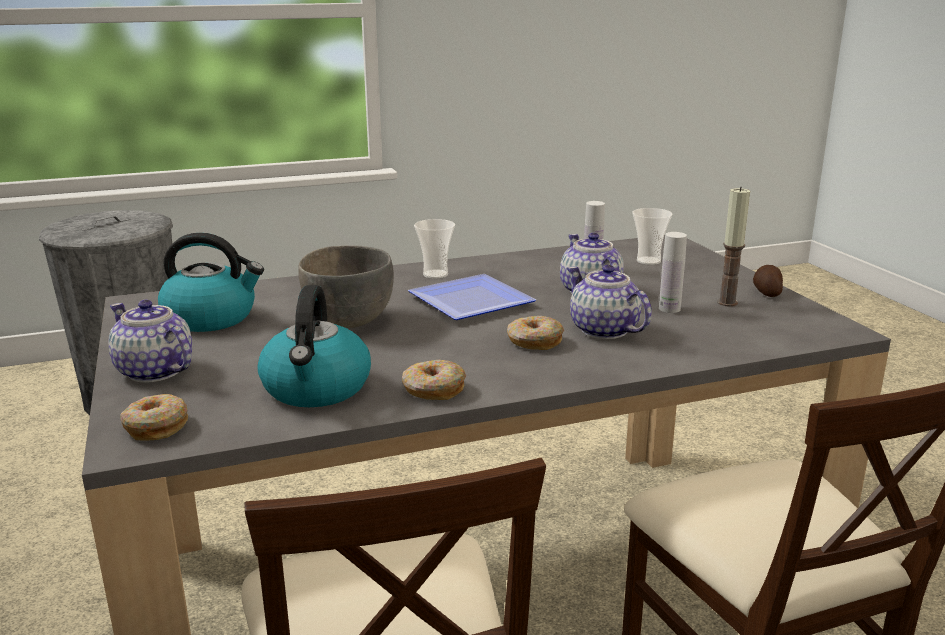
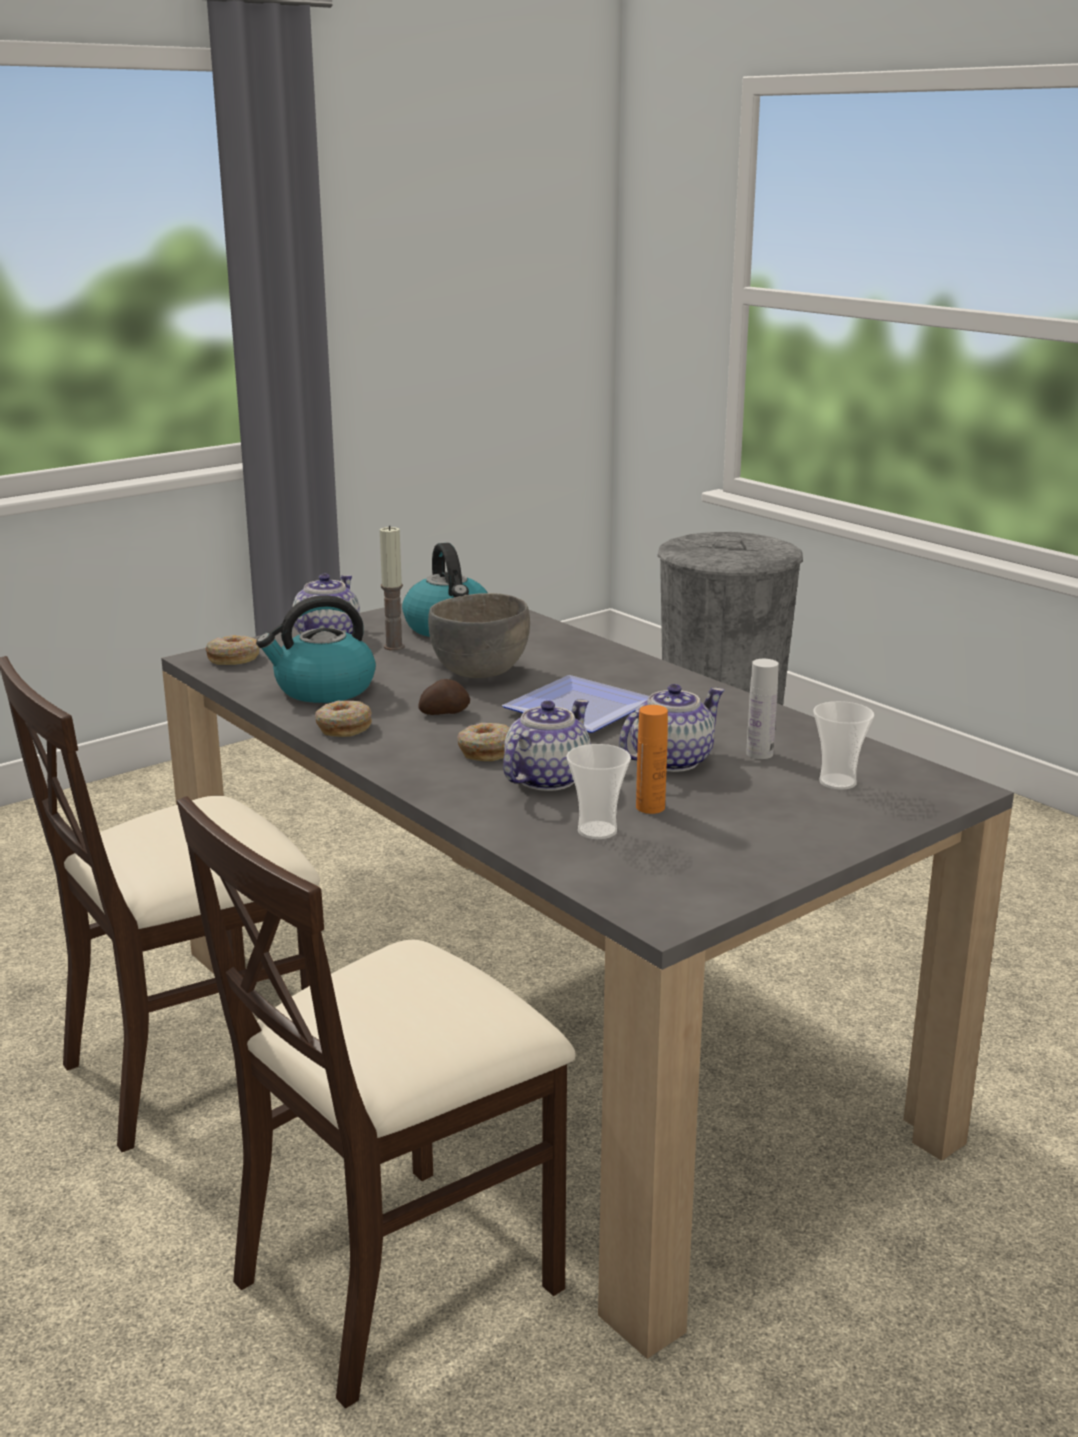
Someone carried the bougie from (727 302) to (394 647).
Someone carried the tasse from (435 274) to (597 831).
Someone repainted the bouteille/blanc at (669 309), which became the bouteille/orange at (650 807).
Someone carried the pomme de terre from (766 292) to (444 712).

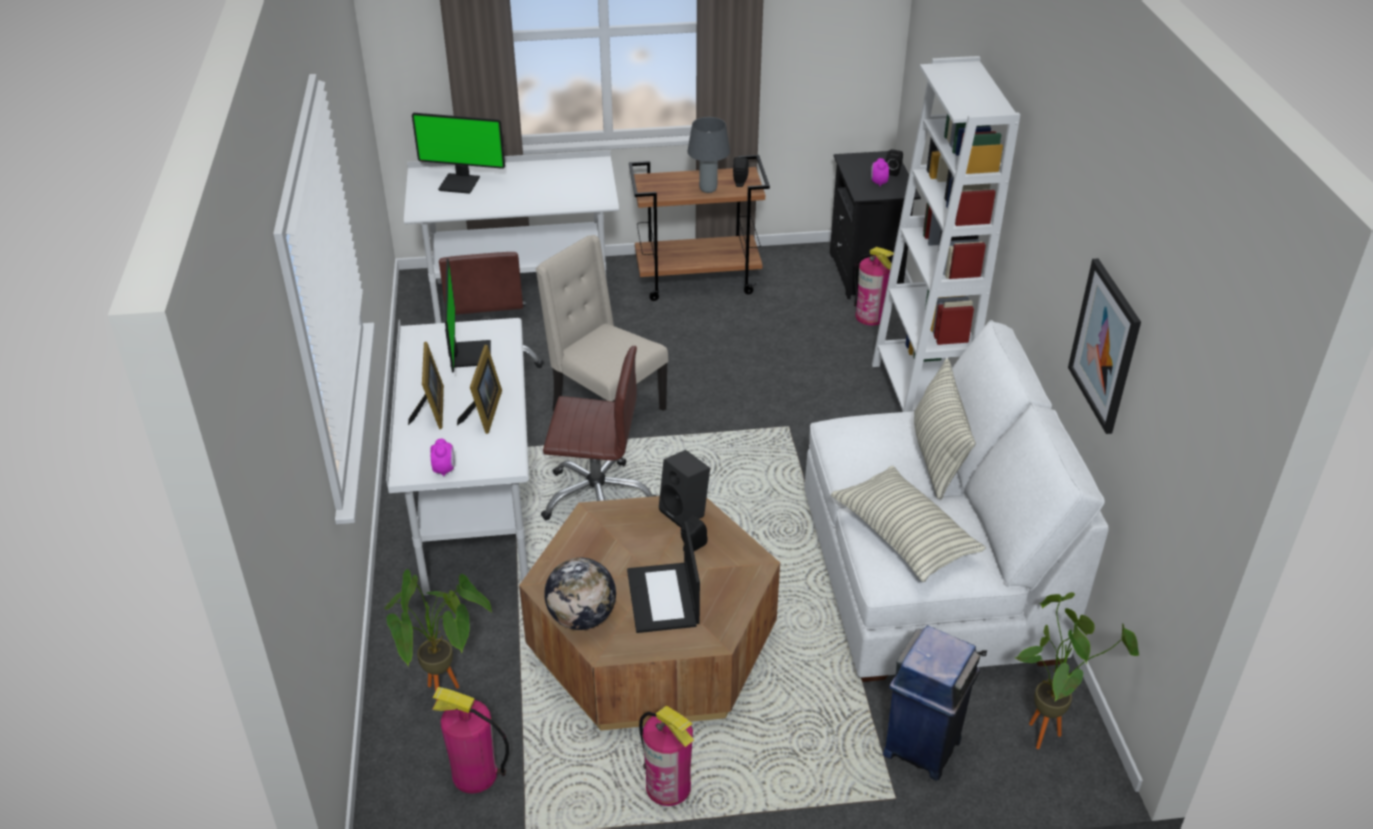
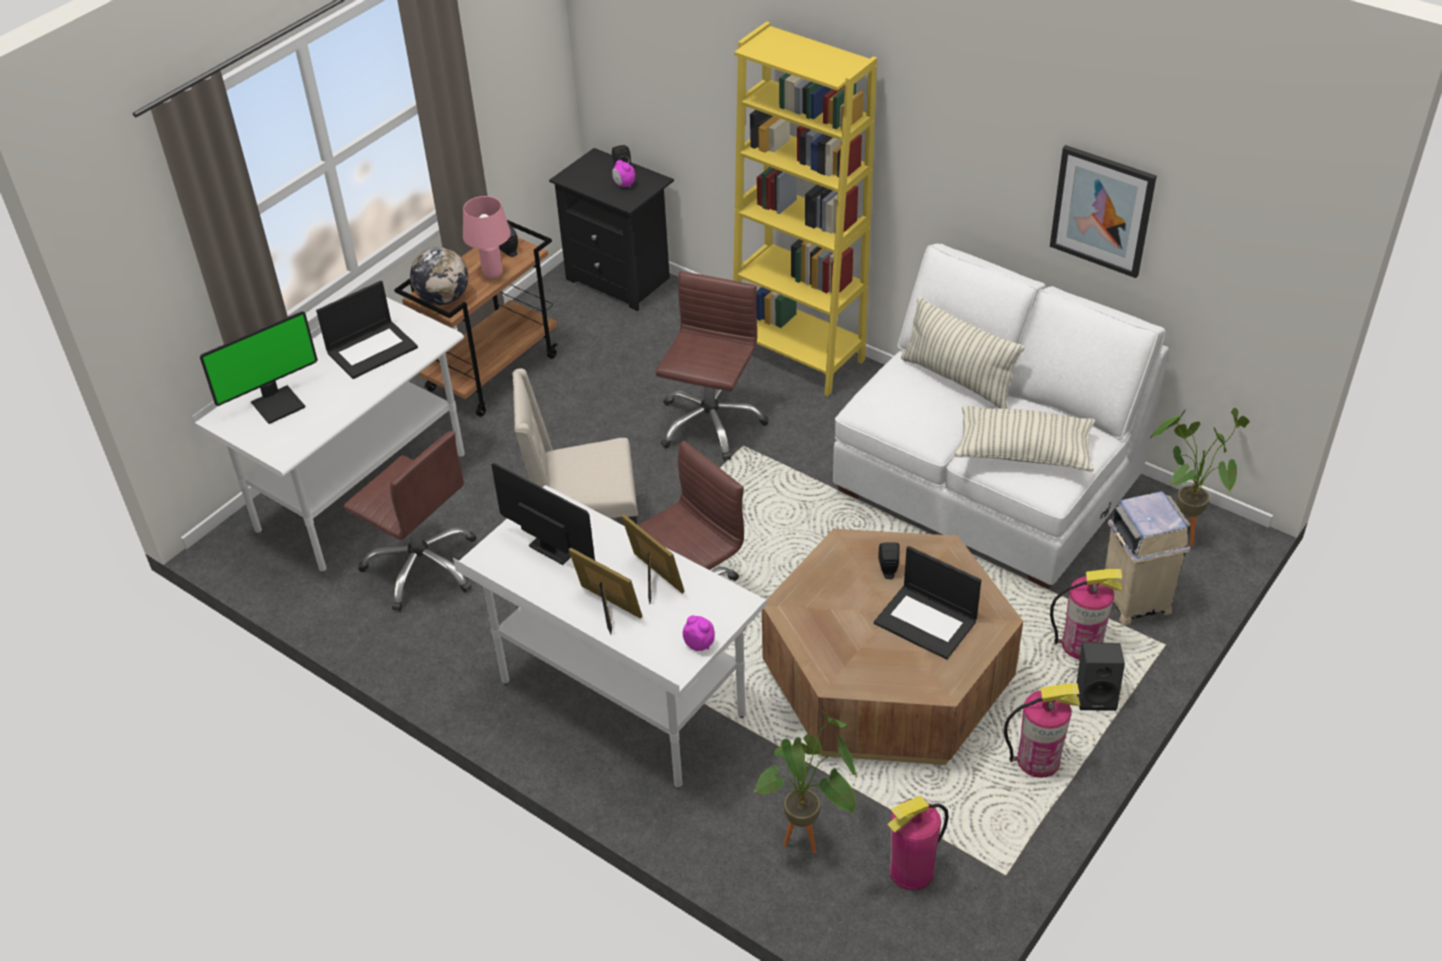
Someone repainted the bibliothèque/blanc at (917 396), which became the bibliothèque/jaune at (798 356).
Someone repainted the lampe de table/gris at (708 190), which became the lampe de table/rose at (493 274).
Someone carried the extincteur from (870 316) to (1081 645).
Someone carried the enceinte/noir from (685 512) to (1096 696).
Someone carried the globe from (582 618) to (443 299).
Someone repainted the poubelle/bleu at (922 746), which became the poubelle/beige at (1135 599).
Someone put down the chaise de bureau/marron at (710 423).
Someone put down the ordinateur portable at (372 349).

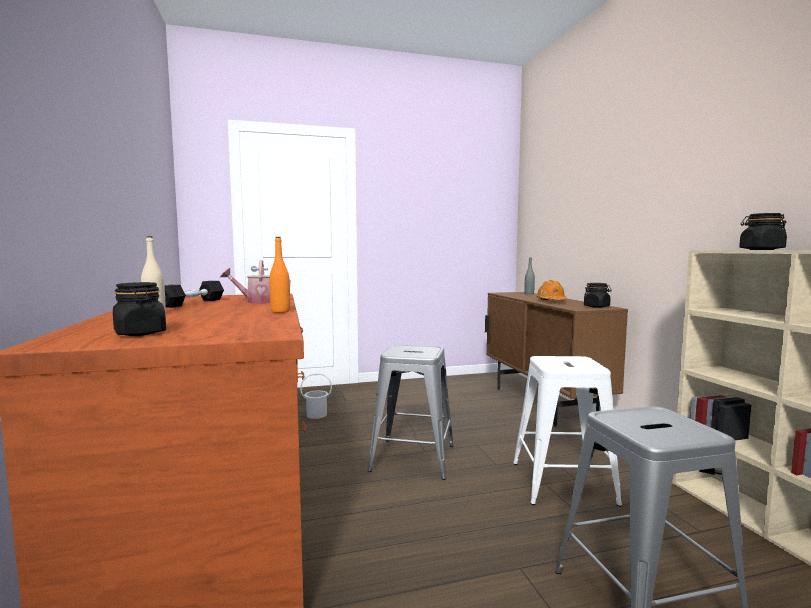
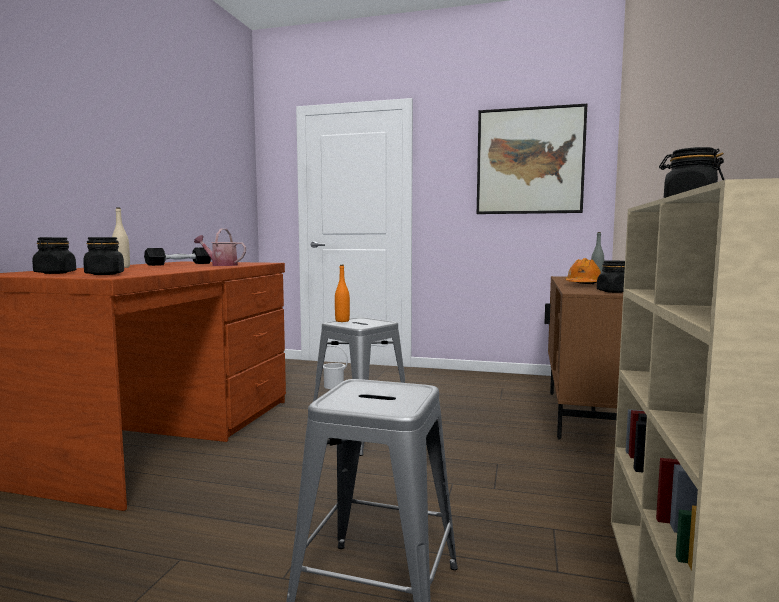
Someone carried the bouteille/orange from (280 311) to (342 321).
Someone took away the tabouret/blanc at (562 482).
Someone put up the tableau at (529 161).
Someone put down the bocal/noir at (105 274).

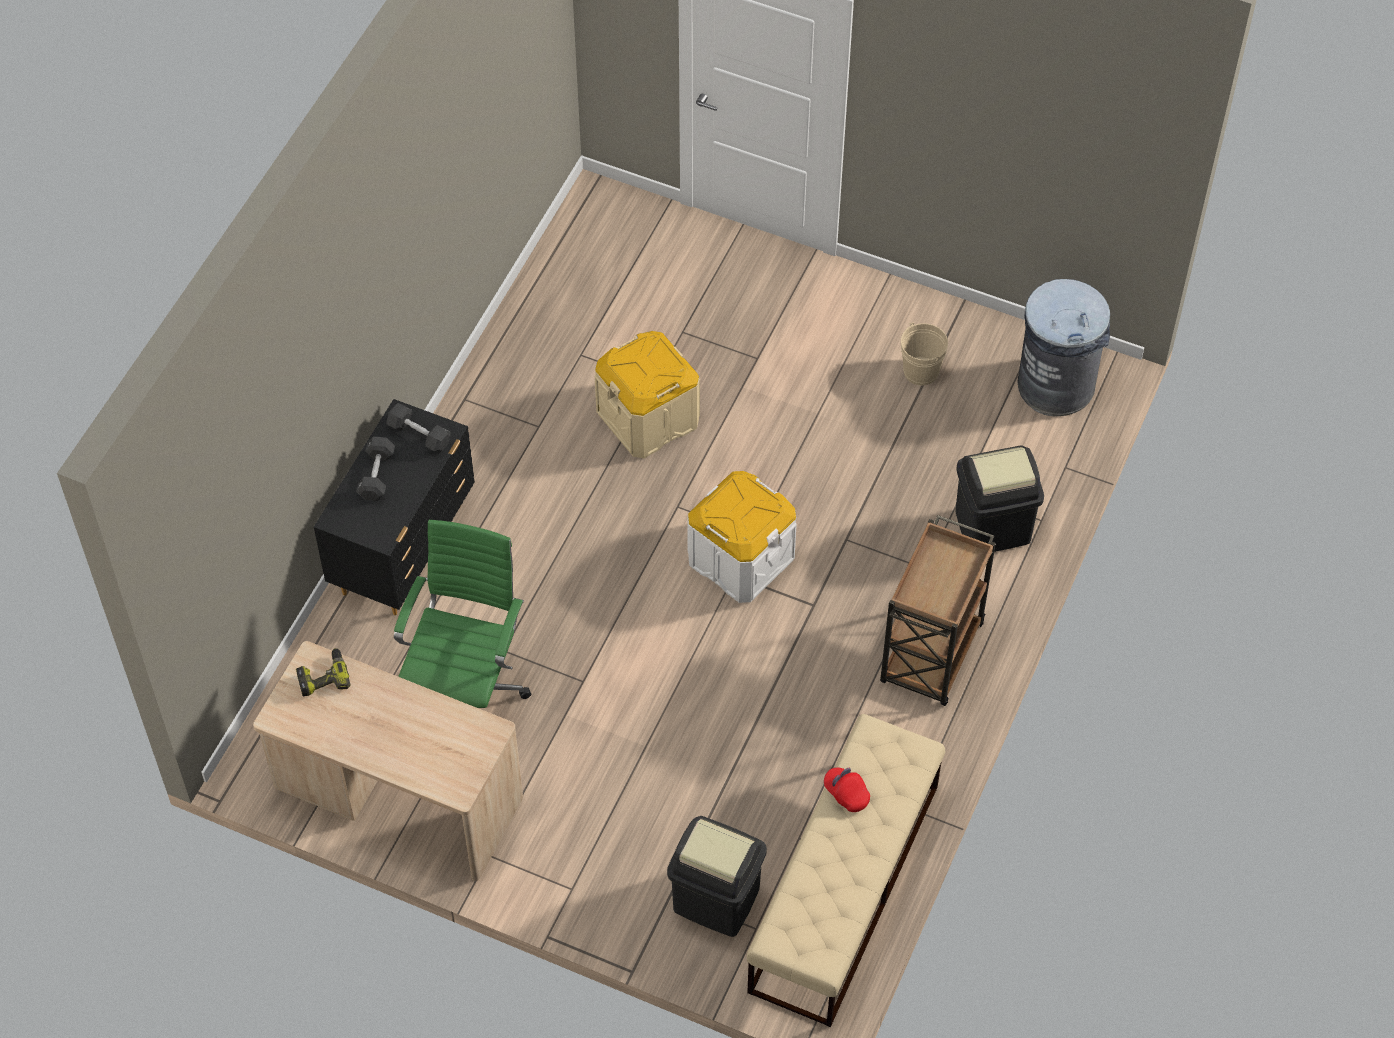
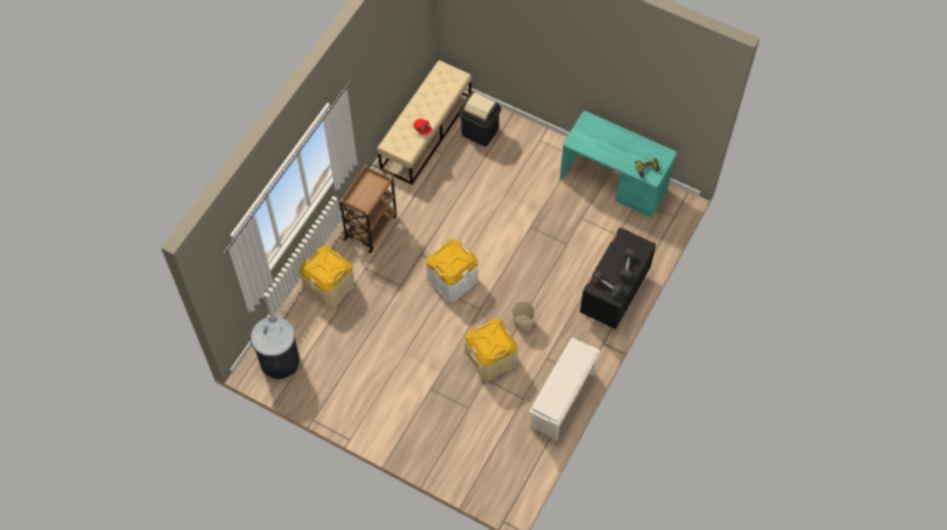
Someone carried the seau/beige from (921 371) to (523 323).
Someone swapped the poubelle/noir at (992 527) for the boîte de rangement/beige at (329 286).
Someone took away the chaise de bureau/vert at (467 693).
Someone repainted the bureau/beige at (397 797), which became the bureau/turquoise at (614 183).
Someone put down the étagère à chaussures/blanc at (562 401).

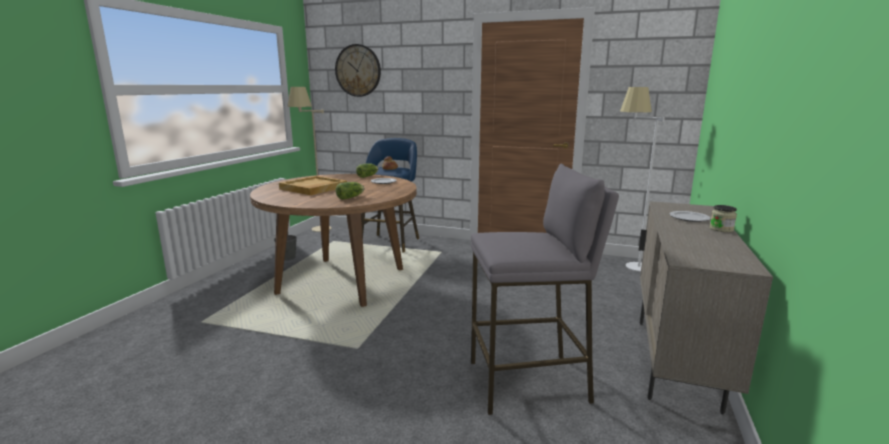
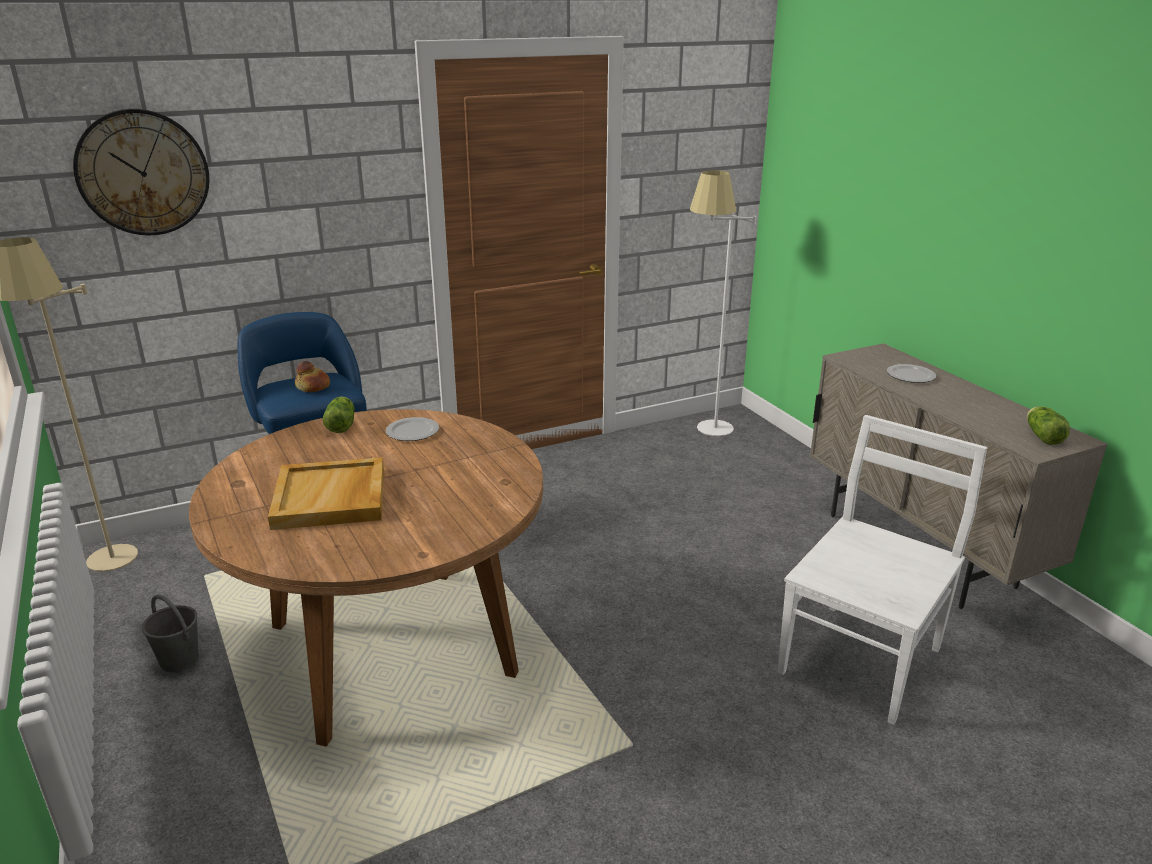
Someone swapped the tabouret/gris at (529 382) for the chaise/blanc at (862 658).
Someone carried the laitue from (351 197) to (1042 435).
Someone took away the bocal at (721 229).

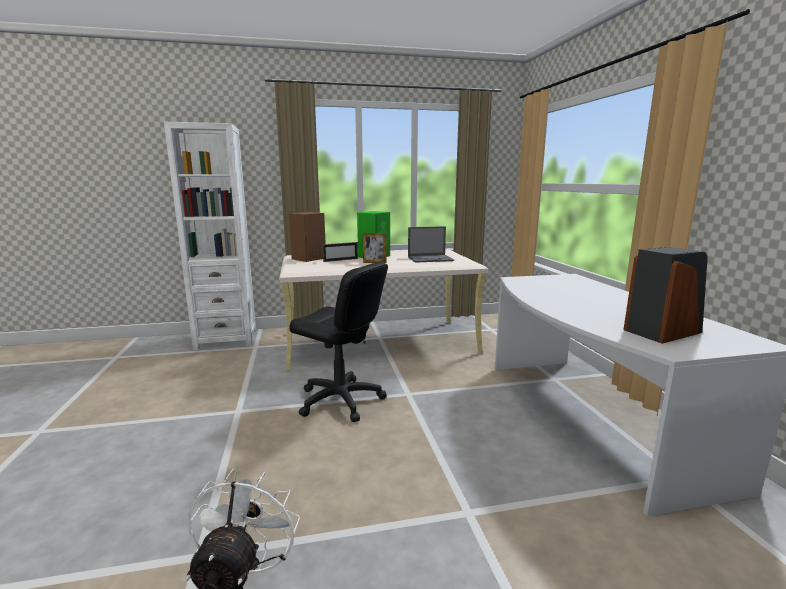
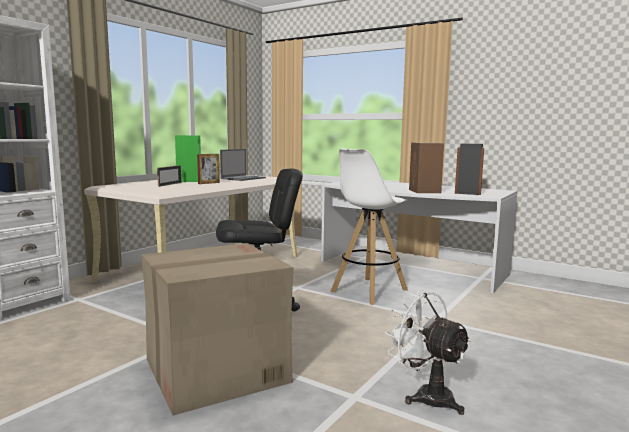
Someone carried the enceinte/marron from (308 258) to (424 191).
Someone put down the tabouret/blanc at (368 291).
Someone put down the carton at (215 370).

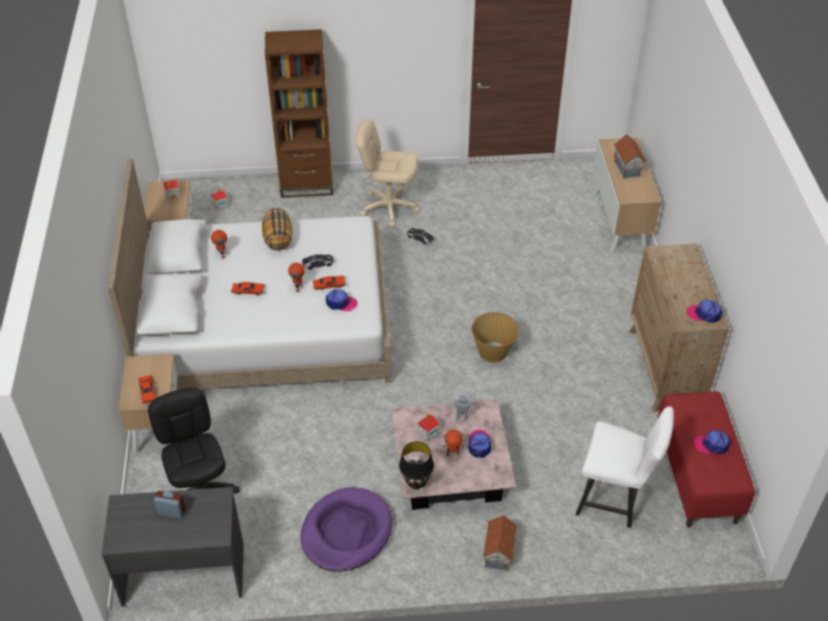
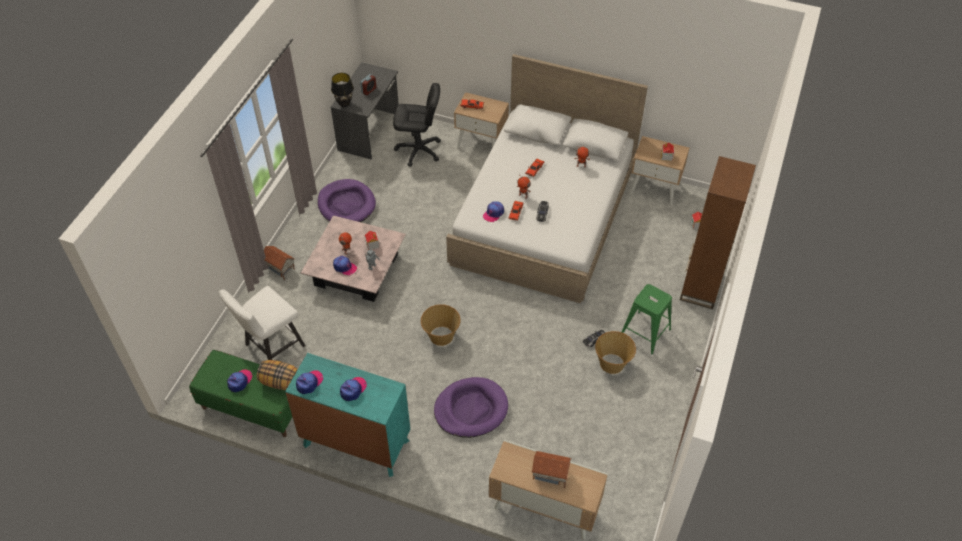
Someone swapped the chaise de bureau/beige at (389 207) for the tabouret/vert at (645 332).
Someone carried the coussin from (278 239) to (280 381).
Someone repainted the commode/marron at (665 368), which became the commode/turquoise at (356 443).
Someone repainted the banc/rouge at (697 476), which became the banc/vert at (252 406).
Someone carried the lampe de table/noir from (416 484) to (344 104).
Someone put down the panier at (612 363).
Someone put down the casquette at (353 389).
Someone put down the panier pour chien/violet at (471 409).

